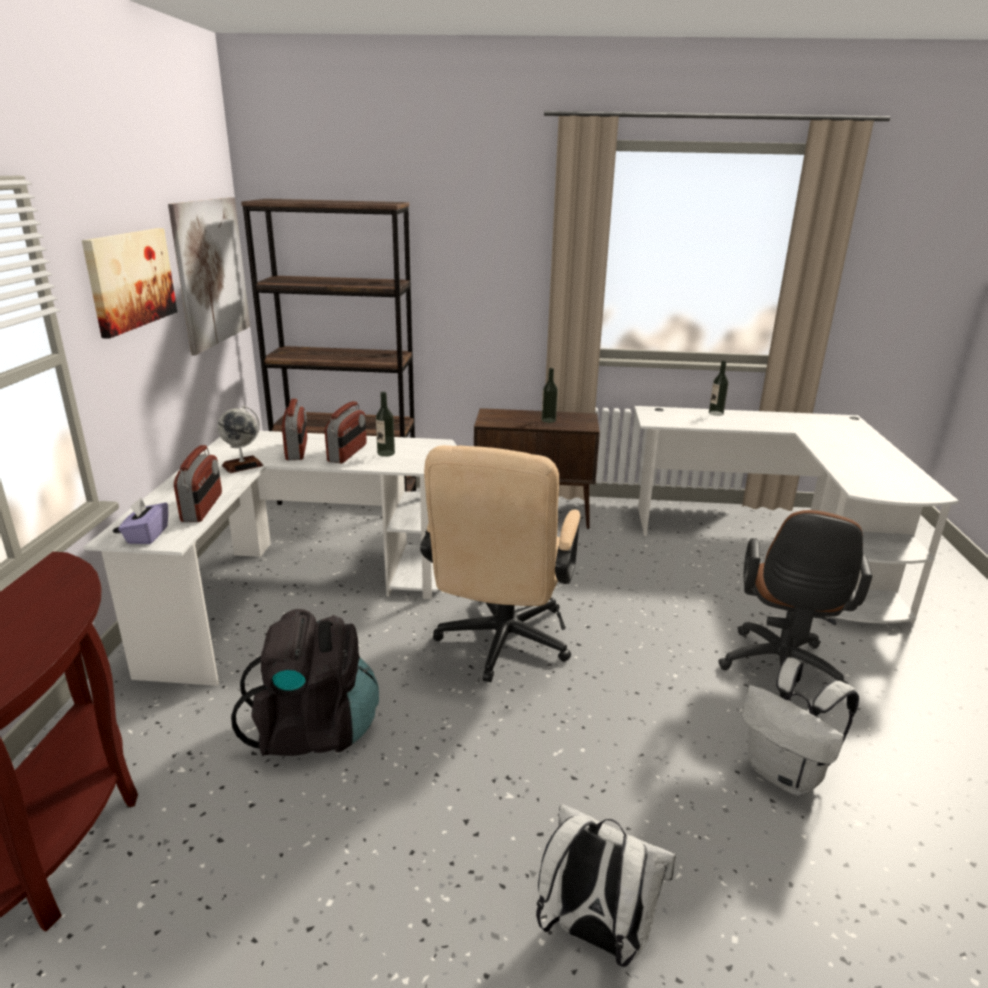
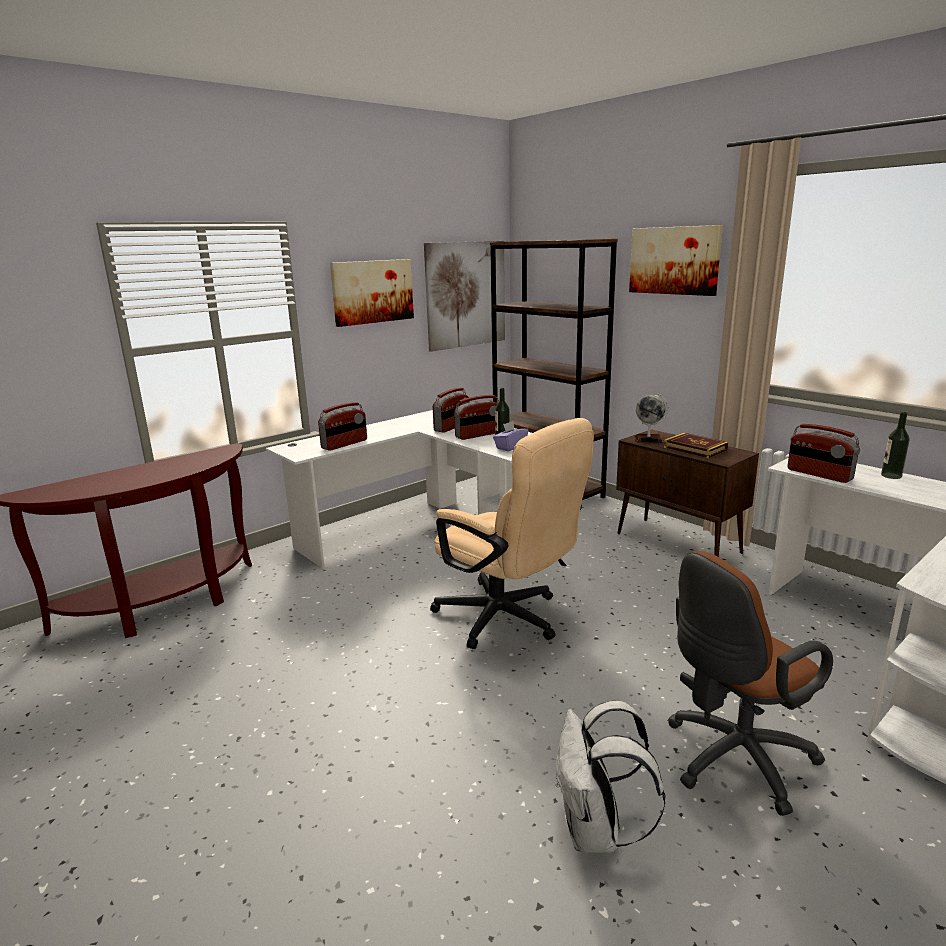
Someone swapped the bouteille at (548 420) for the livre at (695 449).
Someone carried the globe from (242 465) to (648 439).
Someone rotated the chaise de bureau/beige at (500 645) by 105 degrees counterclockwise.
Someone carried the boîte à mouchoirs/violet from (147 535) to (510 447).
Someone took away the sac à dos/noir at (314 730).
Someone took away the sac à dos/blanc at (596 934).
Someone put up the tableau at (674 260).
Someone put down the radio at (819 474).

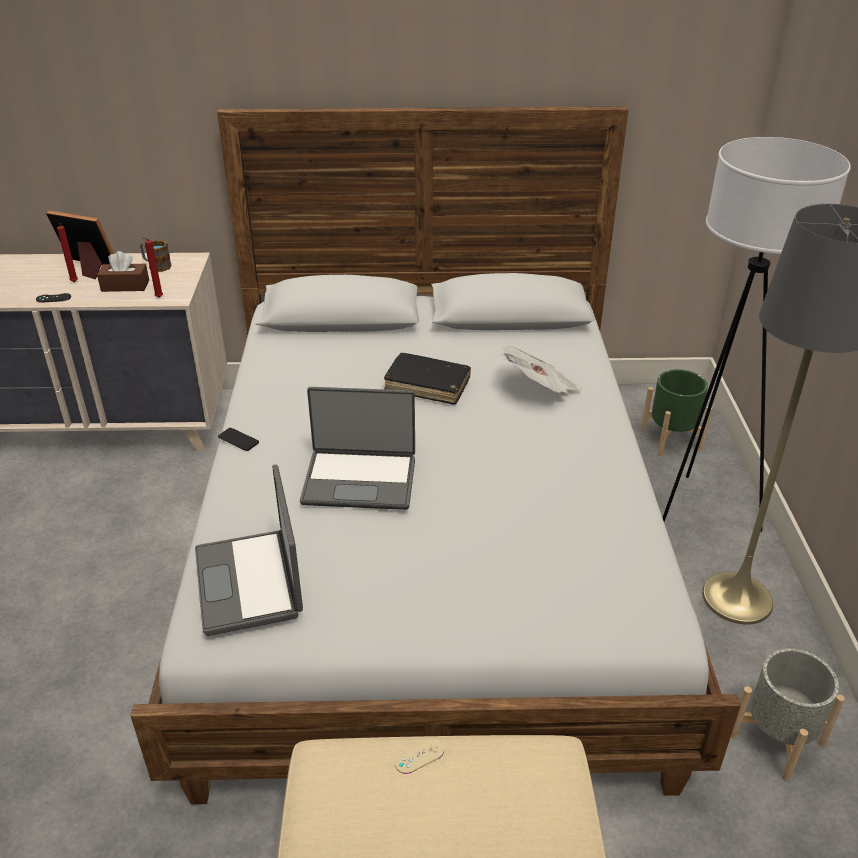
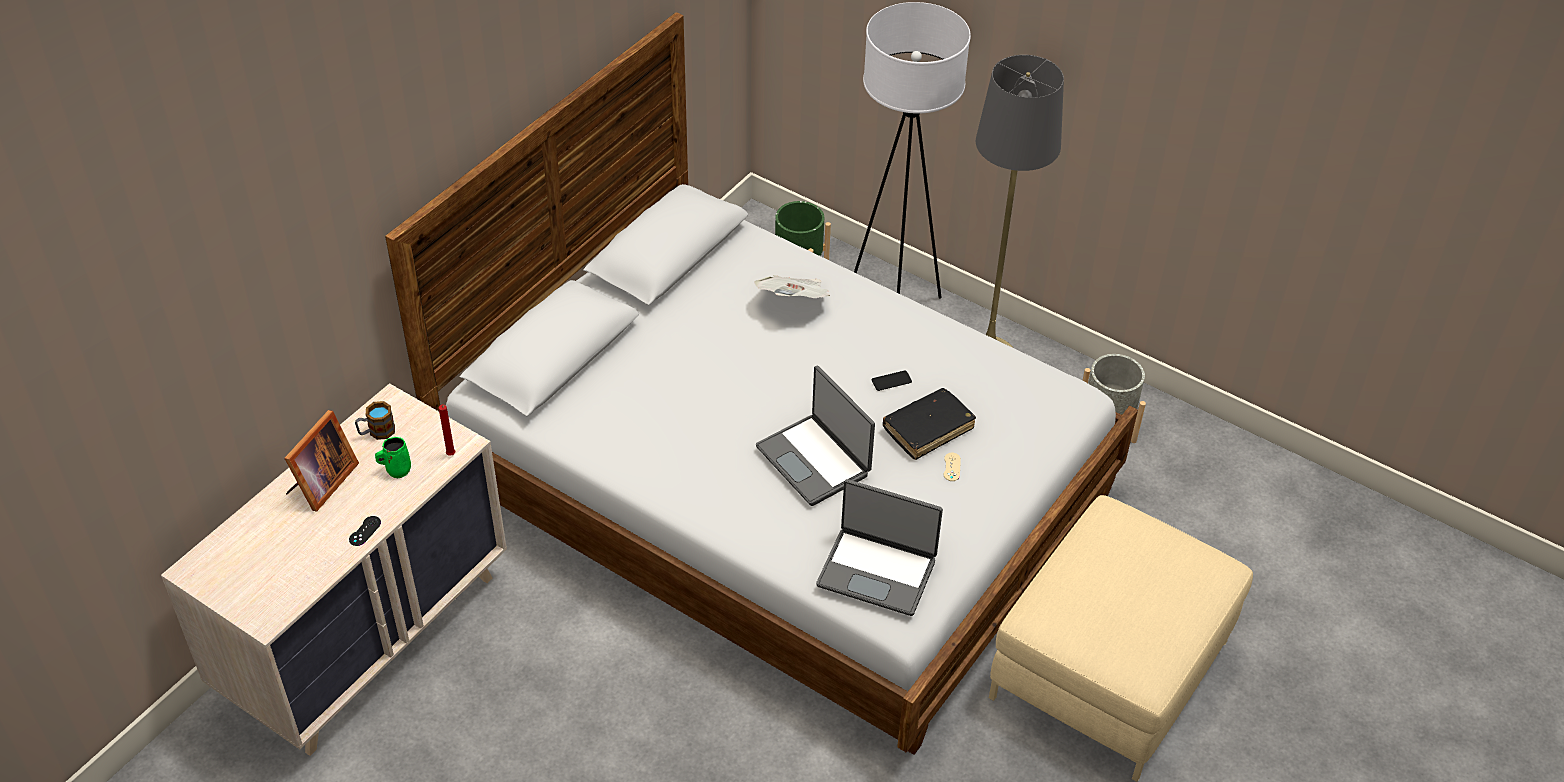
Someone rotated the cadre photo at (88 268) by 150 degrees clockwise.
Someone took away the bougie/rouge at (74 282).
Someone swapped the boîte à mouchoirs/marron at (125 286) for the mug/vert at (397 470).
Someone carried the livre/noir from (427 385) to (928 429).
Someone rotated the ordinateur portable at (360 480) by 105 degrees clockwise.
Someone carried the téléphone from (238 440) to (891 381).
Someone carried the manette/beige from (419 756) to (952 467).

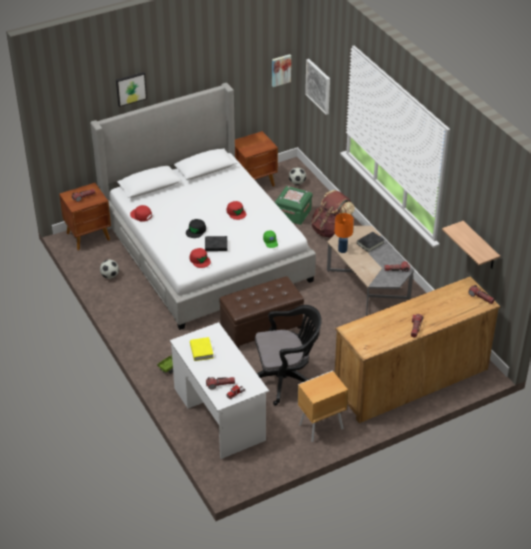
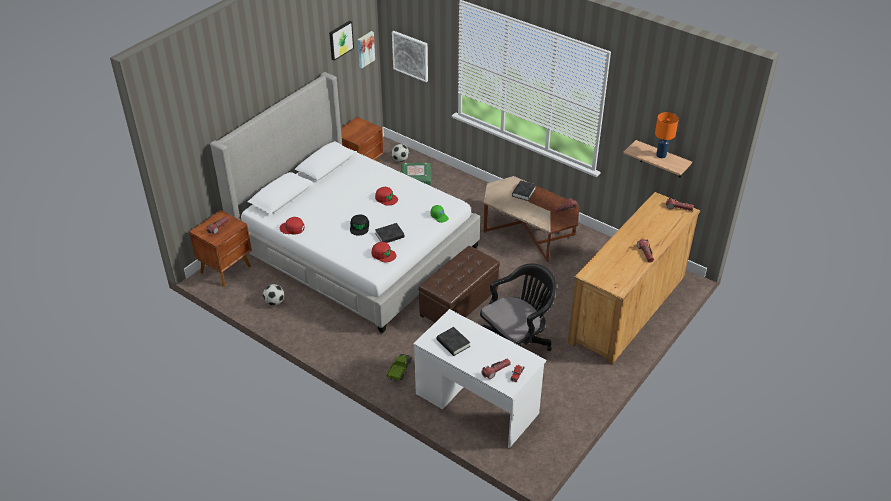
Someone carried the tableau from (130 88) to (340 40).
Someone took away the sac à dos/marron at (331 230).
Someone carried the lampe de table/orange from (342 250) to (660 155).
Someone repainted the table basse/gris at (367 285), which became the table basse/marron at (528 234).
Someone repainted the livre/jaune at (201 351), which became the livre/noir at (453 343).
Someone took away the table de chevet/marron at (320 427).

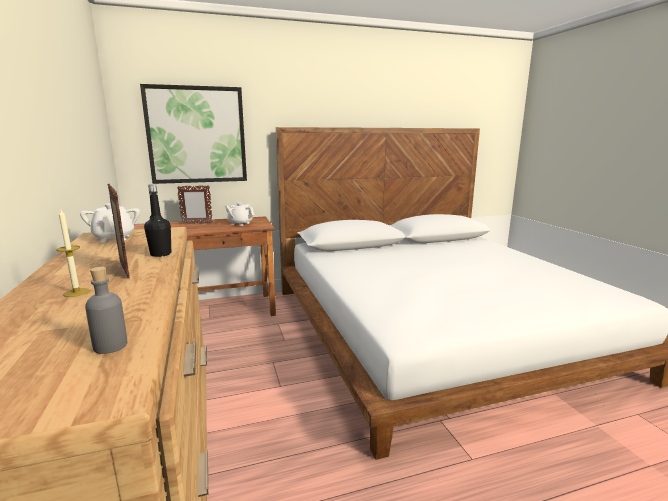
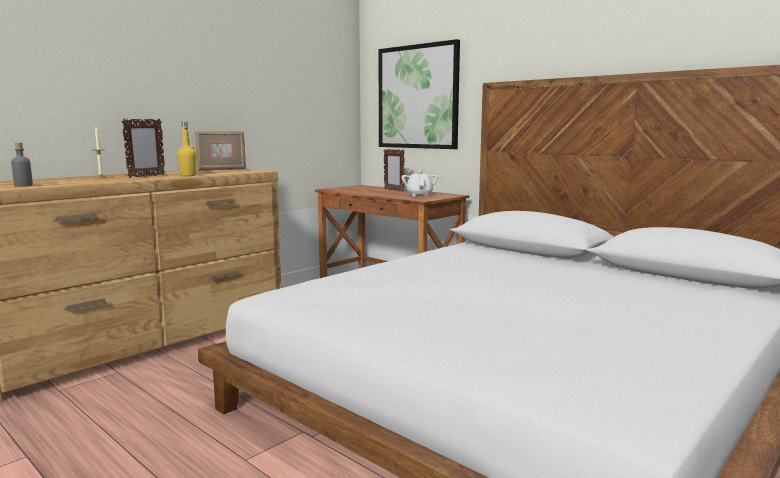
Someone repainted the bouteille/noir at (161 254), which became the bouteille/jaune at (188 175).
Someone swapped the théière/blanc at (114 238) for the cadre photo at (221 170).

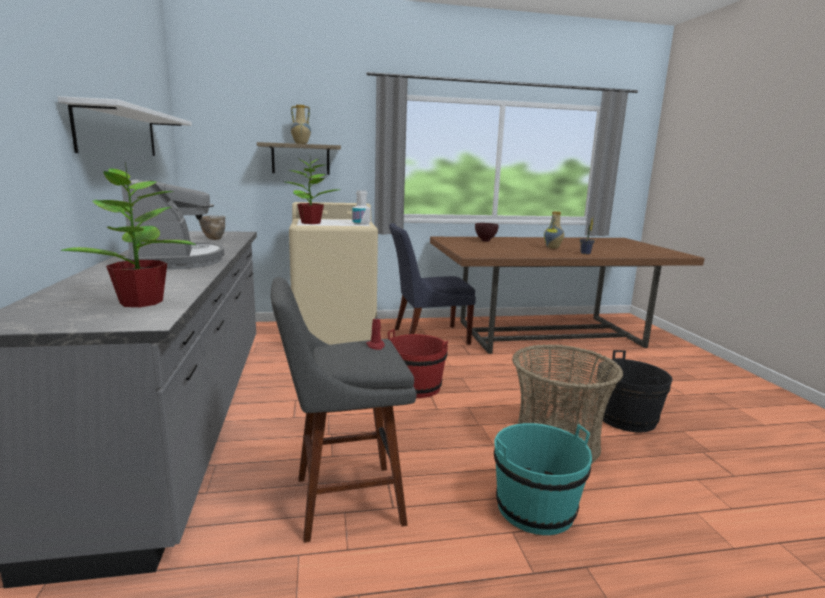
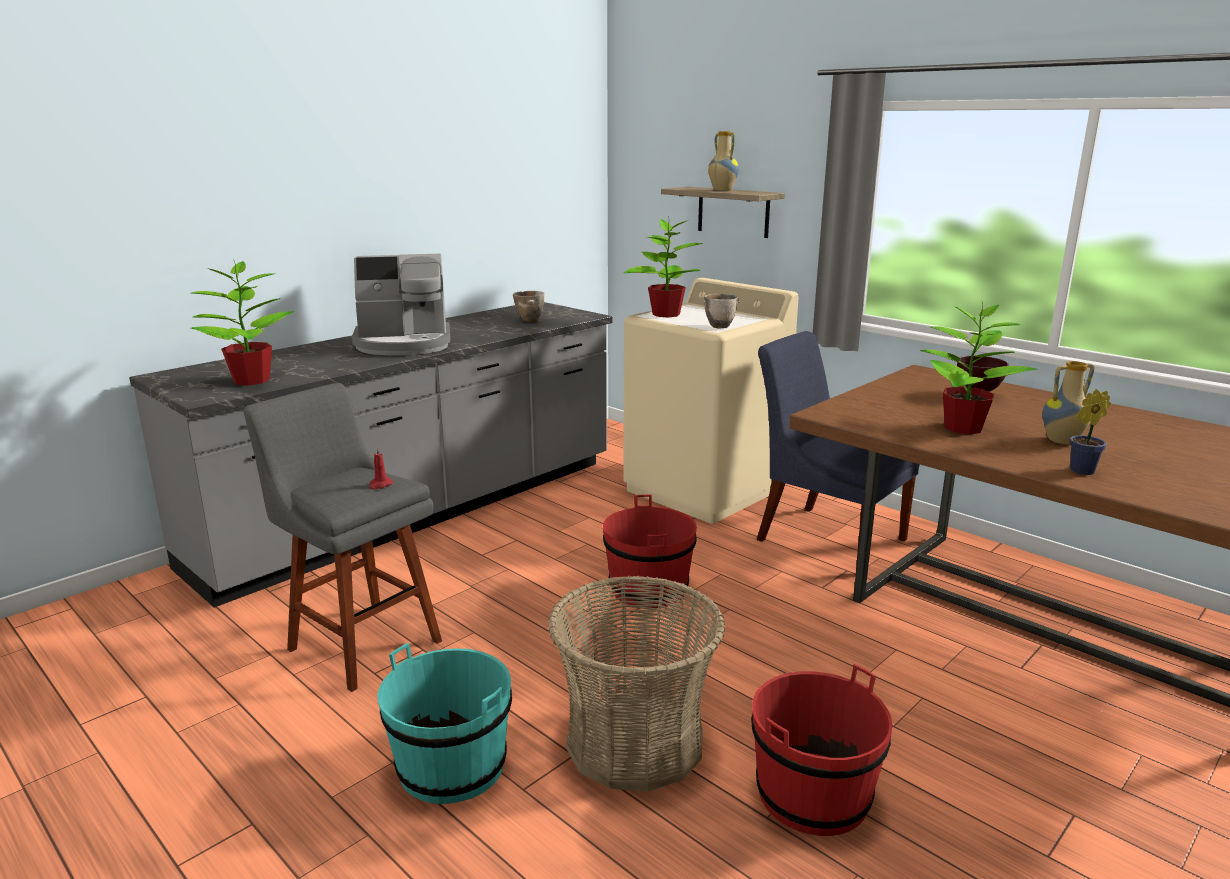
Someone took away the étagère/blanc at (119 133).
Someone rotated the machine à café at (176 261) by 45 degrees clockwise.
Someone swapped the bouteille/blanc at (361 224) for the bol at (721 326).
Someone repainted the seau/noir at (626 418), which became the seau/rouge at (813 795).
Someone put down the plante en pot at (962 428).

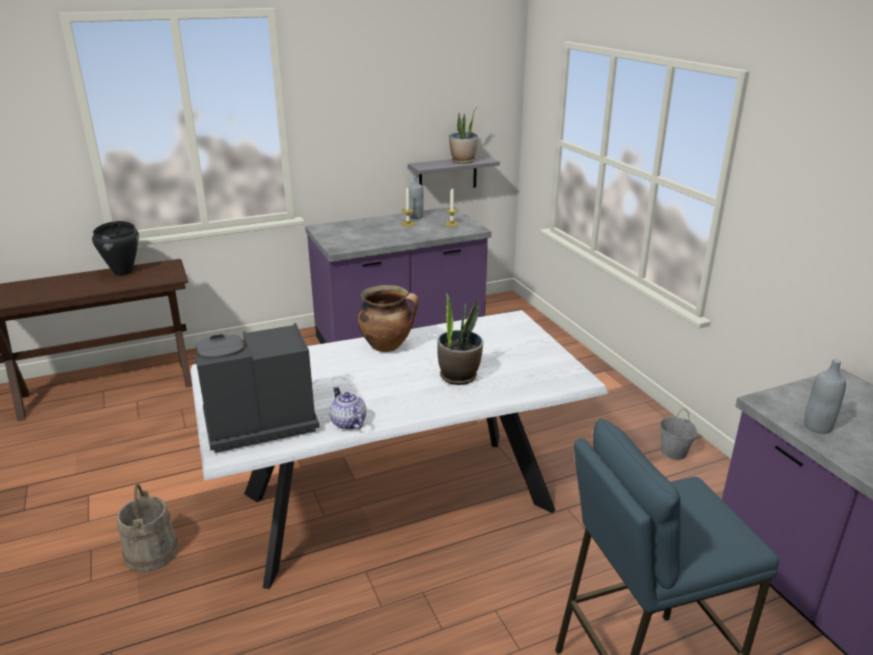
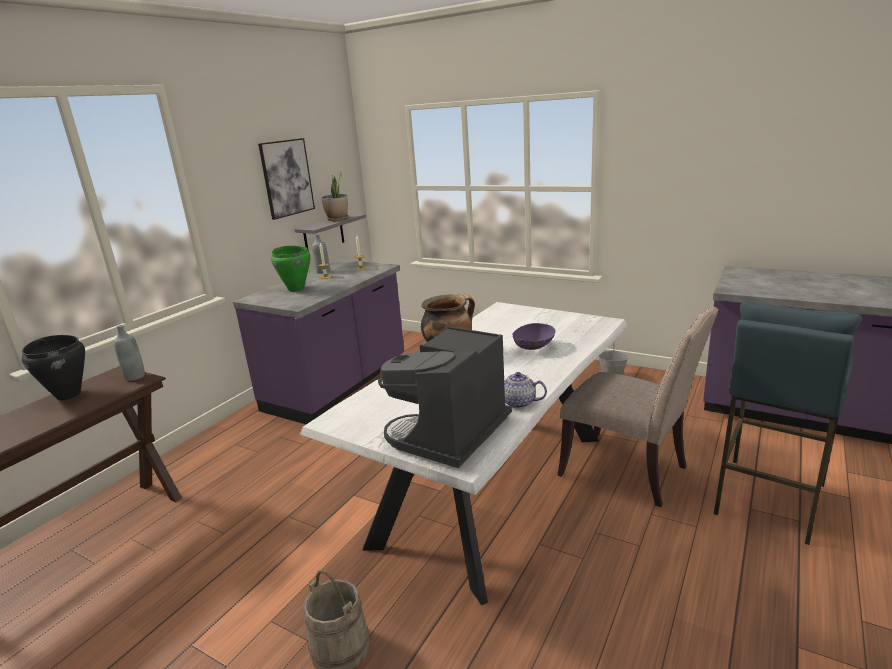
Someone swapped the plante en pot at (459 376) for the bol/violet at (534 347).
Someone carried the bouteille/gris from (817 426) to (135 376).
Someone put up the tableau at (287 178).
Someone put down the marmite/vert at (296 289).
Someone put down the chaise/beige at (629 471).

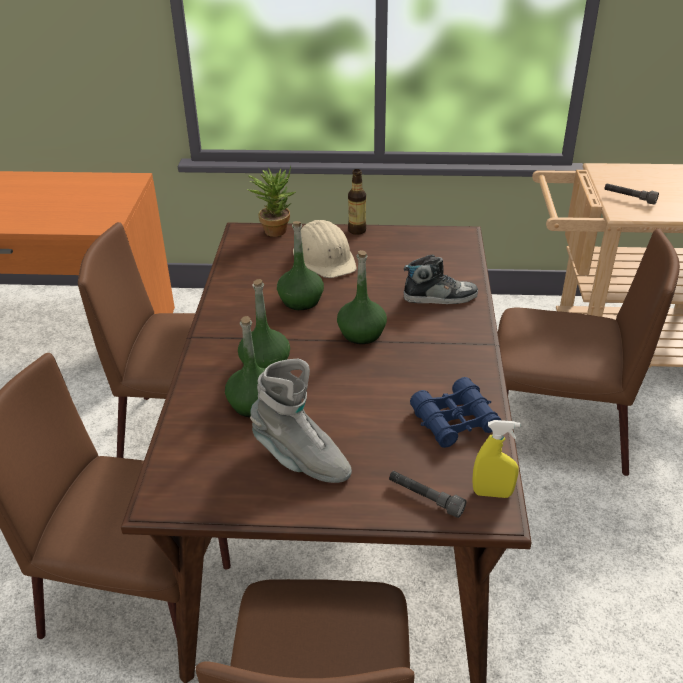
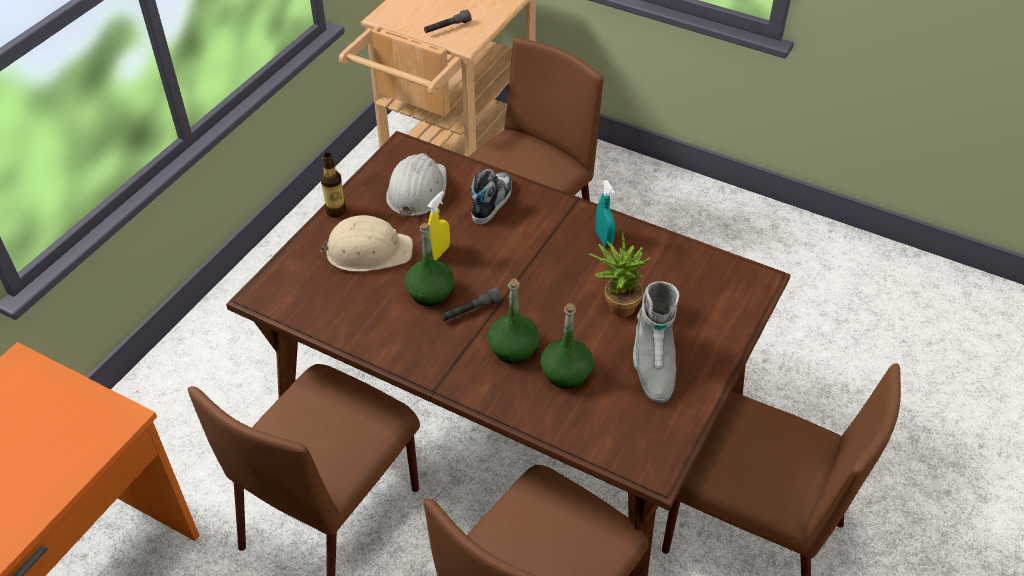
Someone carried the plante en pot from (275 229) to (616 306).
Someone took away the bouteille/vert at (362 333).
Someone rotated the botte/gris at (300 459) by 120 degrees clockwise.
Someone took away the jumelles/bleu at (454 421).
Someone carried the vaporisateur/jaune from (492 493) to (439 253).
Someone carried the lampe de poche/gris from (425 498) to (470 311).
Someone put down the casque de chantier/blanc at (417 190).
Someone put down the vaporisateur/turquoise at (604 239).

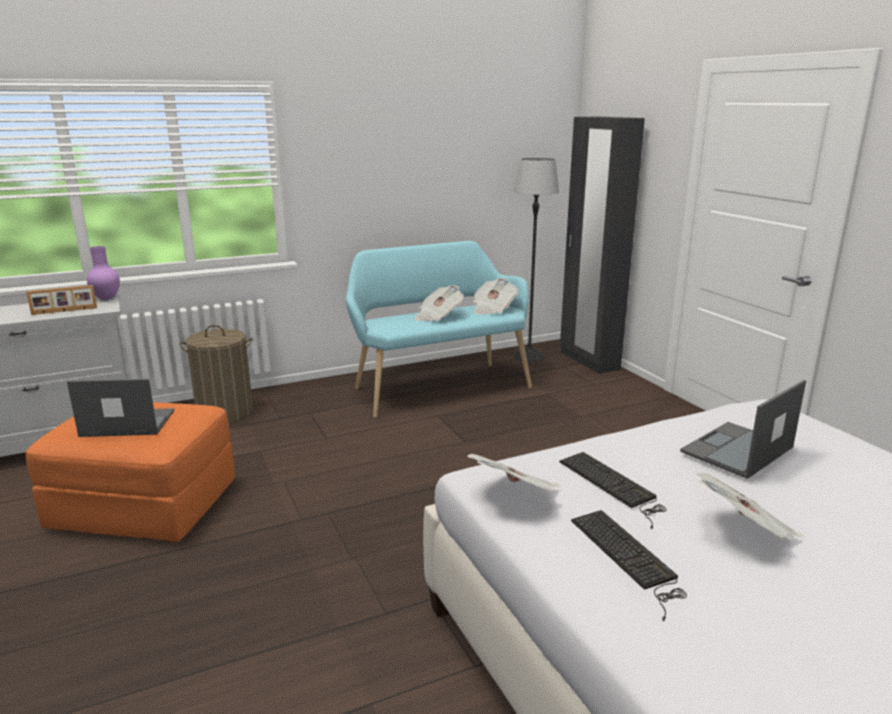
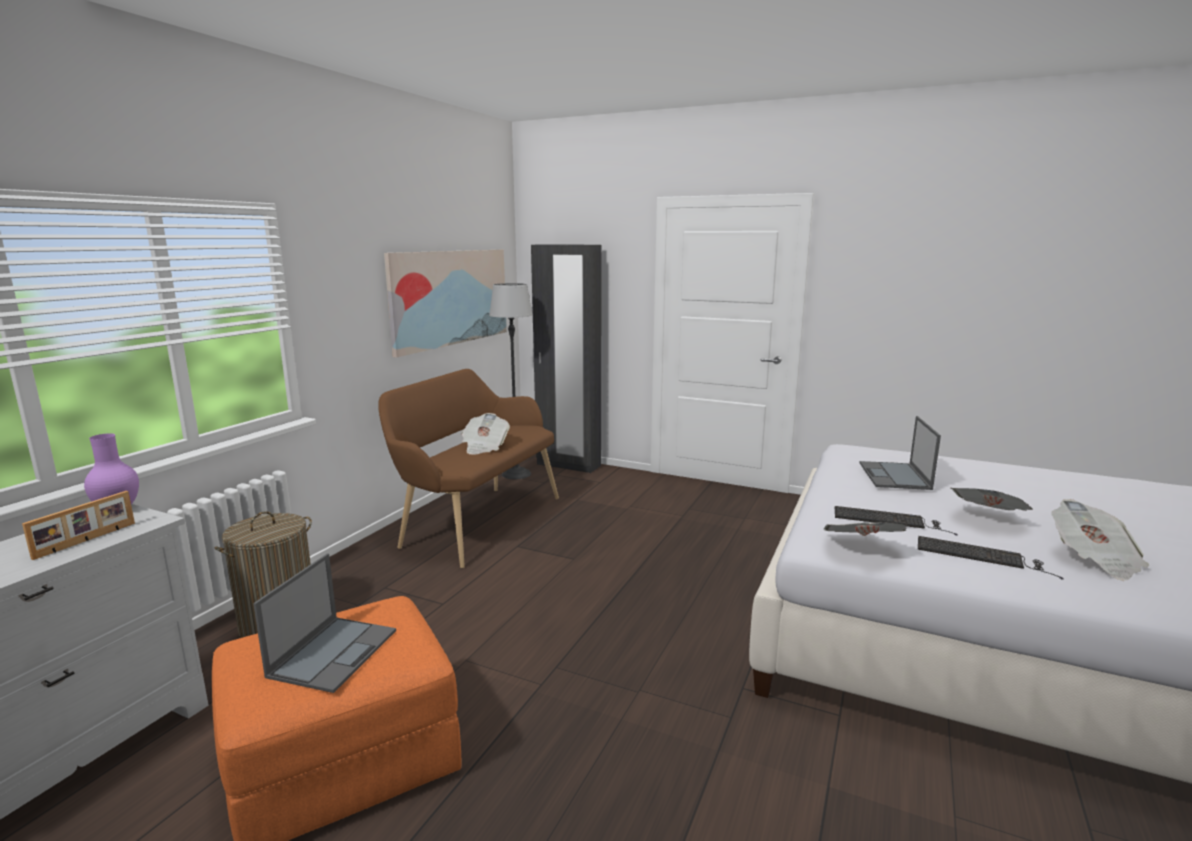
Someone repainted the banc/turquoise at (437 386), which became the banc/marron at (476 521).
Someone carried the journal from (492 309) to (1094 560).
Someone rotated the ordinateur portable at (126 423) by 150 degrees clockwise.
Someone put up the tableau at (451 297).

